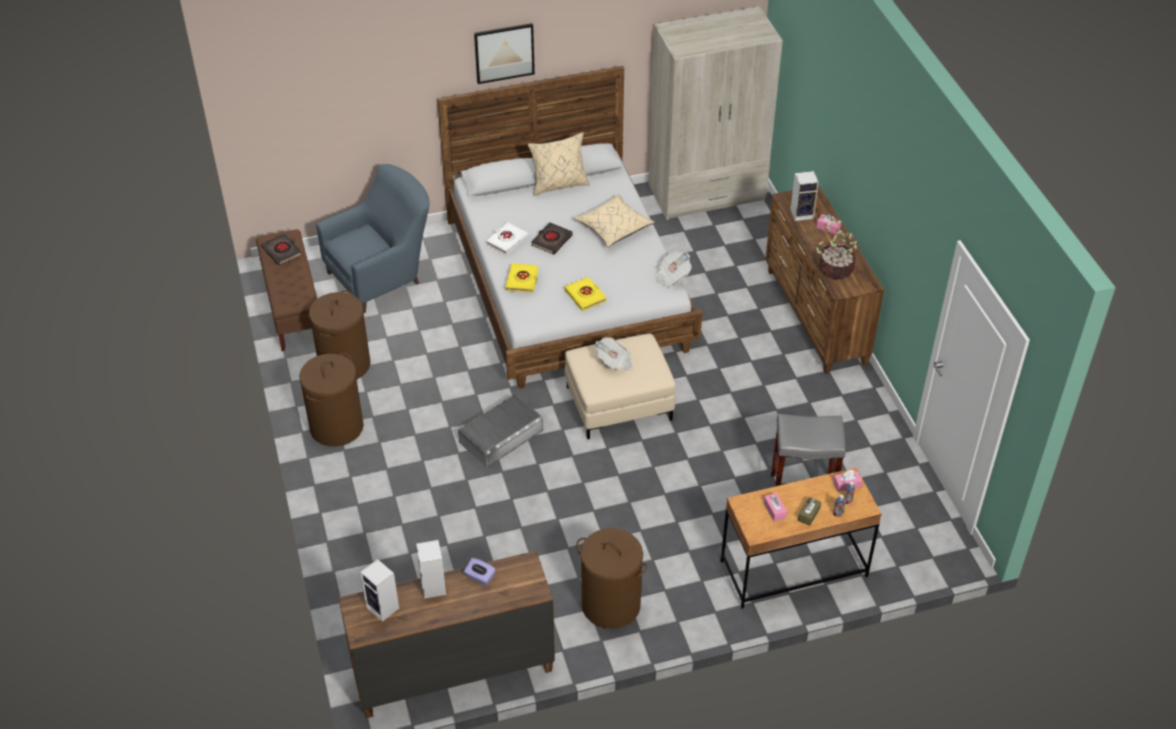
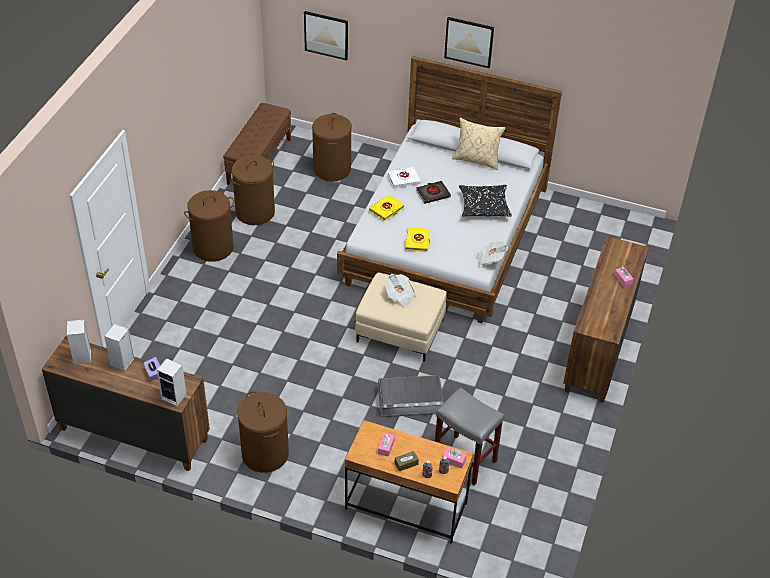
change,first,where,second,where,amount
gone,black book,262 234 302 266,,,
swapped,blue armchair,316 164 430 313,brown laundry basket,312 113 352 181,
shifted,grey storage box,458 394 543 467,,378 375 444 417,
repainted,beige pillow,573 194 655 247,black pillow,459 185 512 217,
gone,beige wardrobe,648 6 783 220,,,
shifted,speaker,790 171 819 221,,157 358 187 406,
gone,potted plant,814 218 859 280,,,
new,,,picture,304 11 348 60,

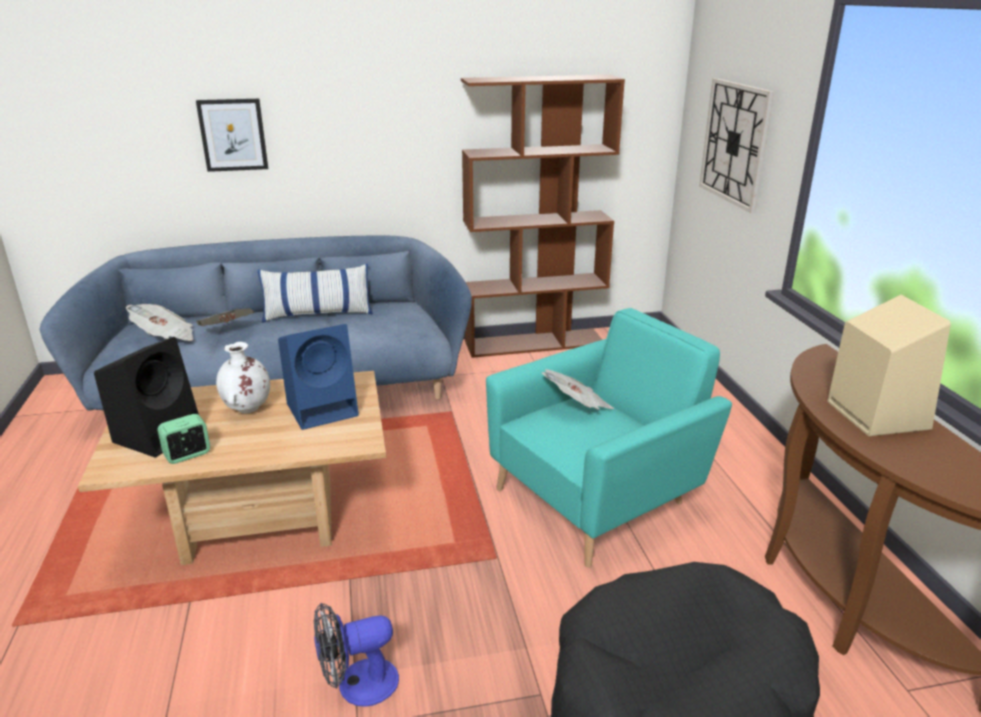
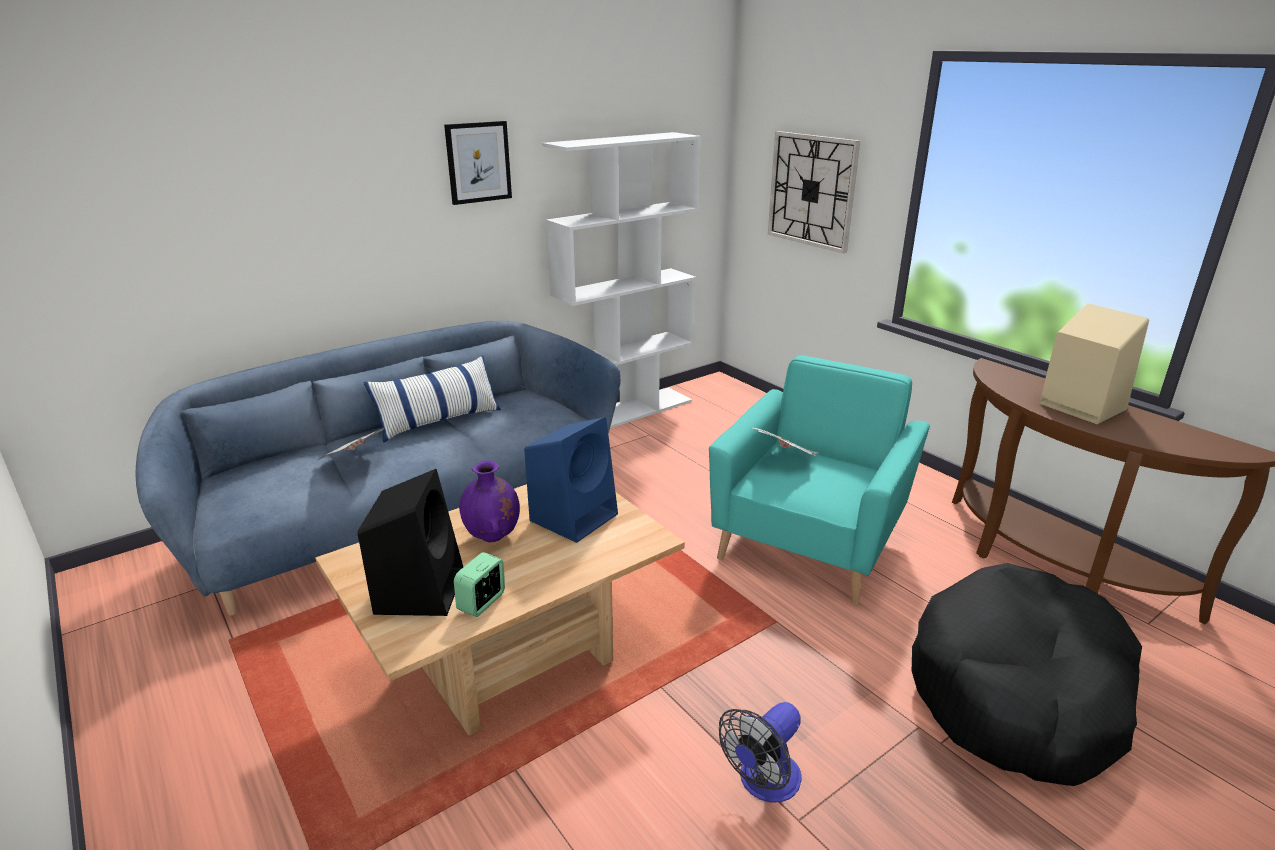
change,first,where,second,where,amount
gone,newspaper,126 304 194 341,,,
shifted,picture,196 99 268 172,,444 121 512 205,
repainted,white vase,216 342 270 413,purple vase,459 460 520 542,
repainted,brown bookcase,461 75 625 358,white bookcase,542 132 701 428,

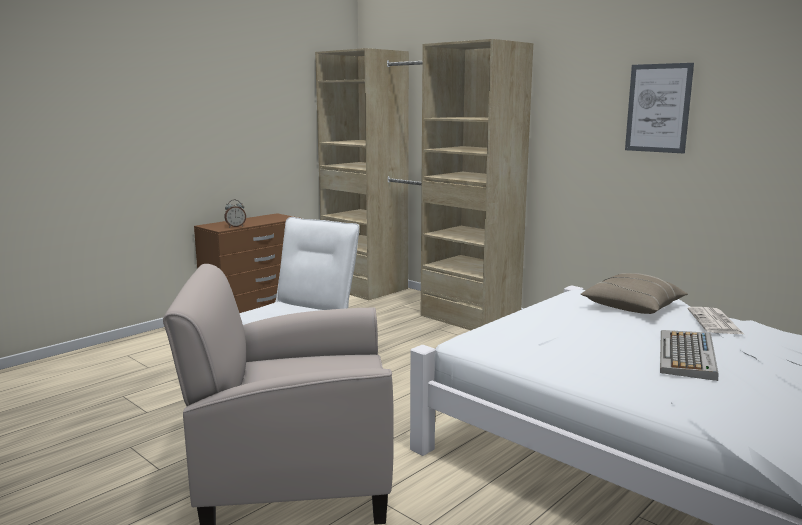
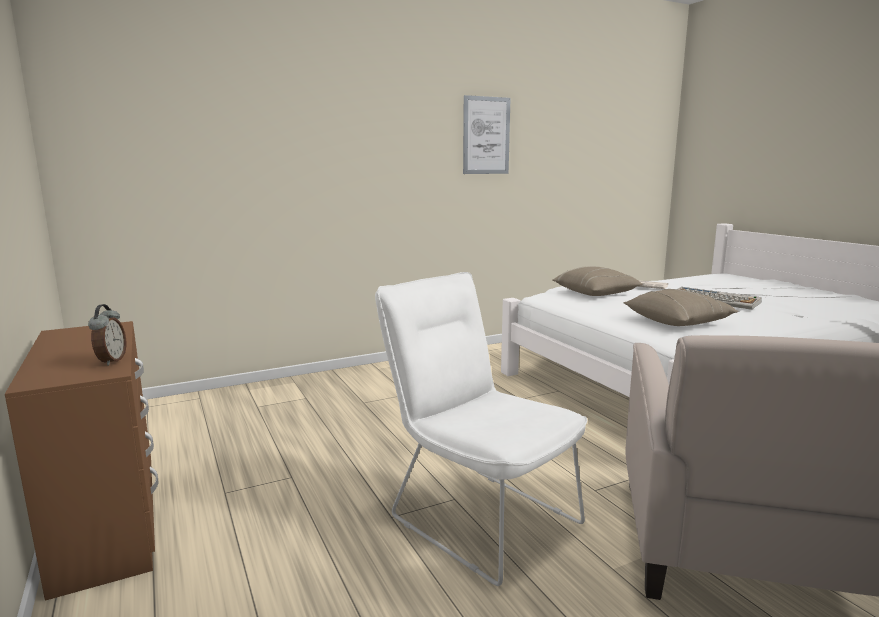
change,first,where,second,where,amount
gone,beige wardrobe,315 39 533 330,,,
new,,,beige pillow,624 289 739 326,

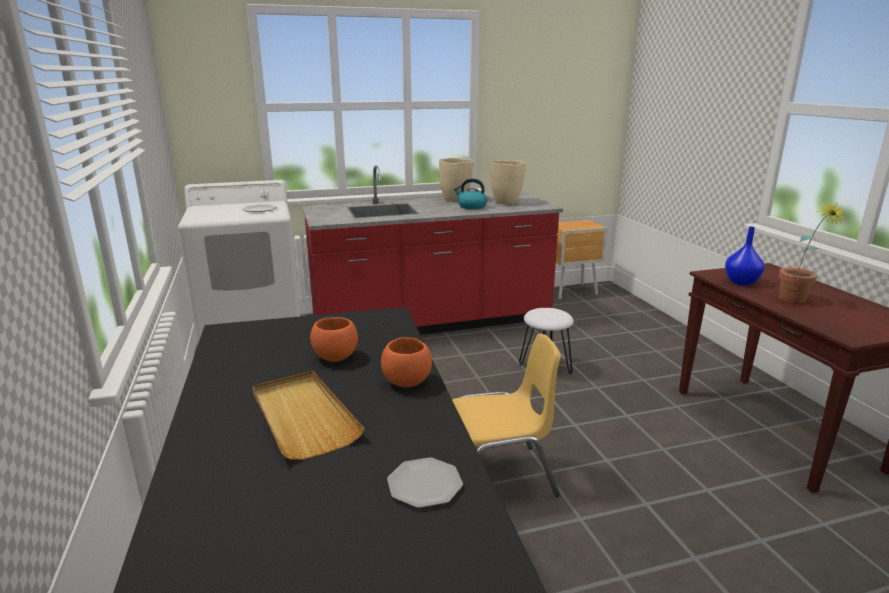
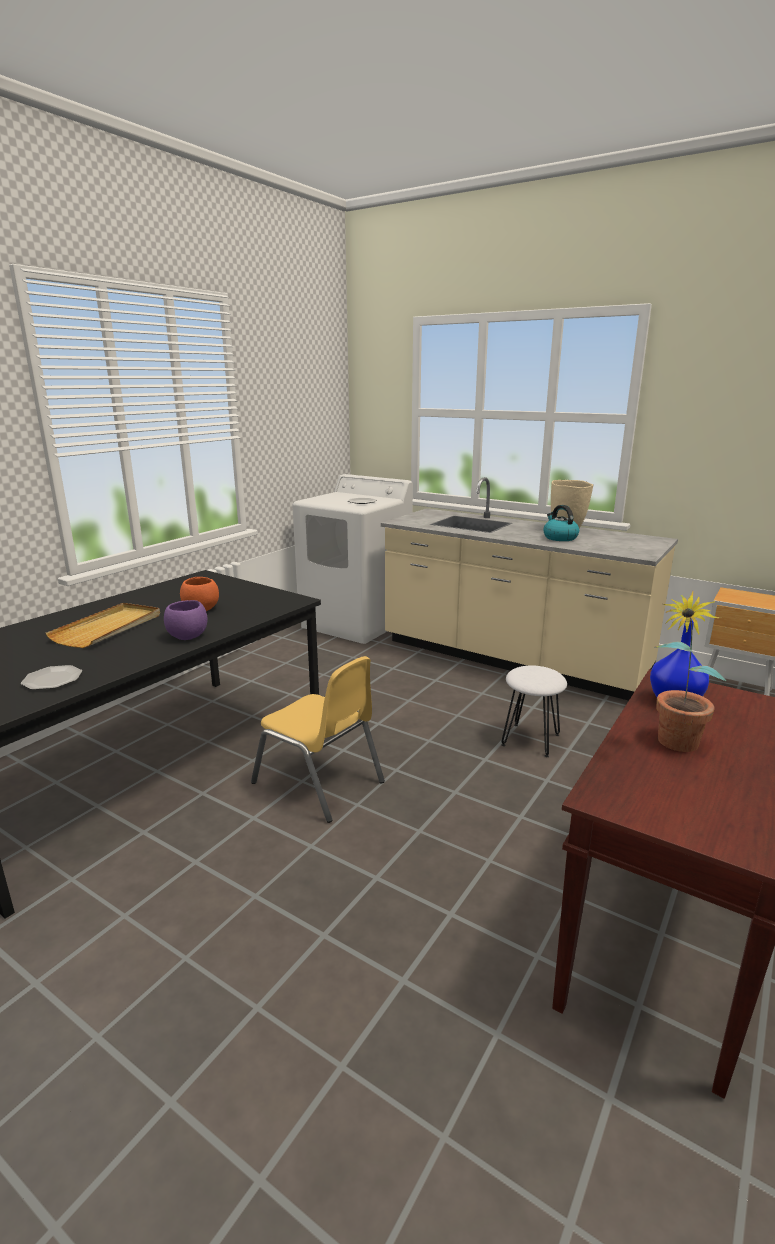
change,first,where,second,where,amount
repainted,red counter,302 165 563 335,beige counter,381 477 678 701,
repainted,orange bowl,381 337 432 387,purple bowl,164 600 208 640,
gone,beige vase,491 160 526 204,,,

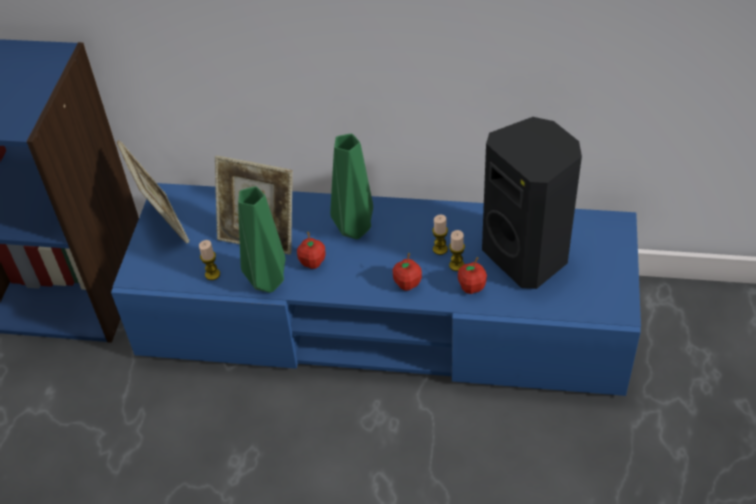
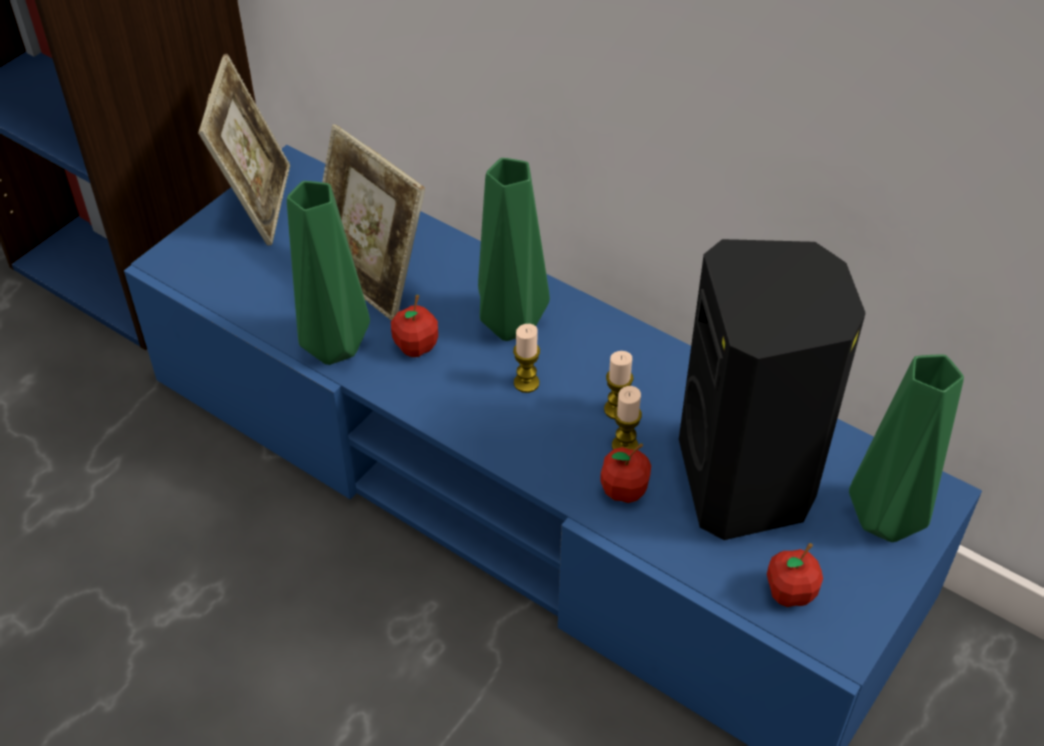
change,first,where,second,where,amount
shifted,candle,199 240 220 280,,513 324 540 393,
shifted,apple,392 253 422 291,,767 543 823 607,
new,,,green vase,849 354 964 542,

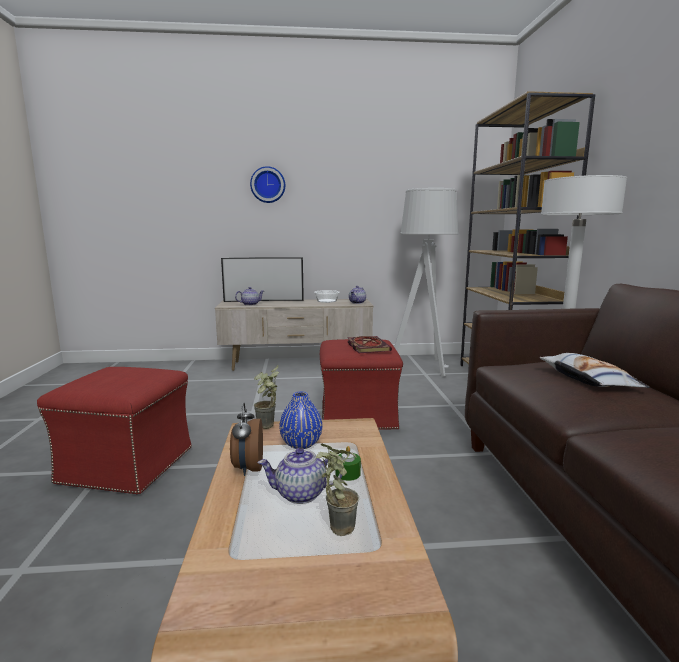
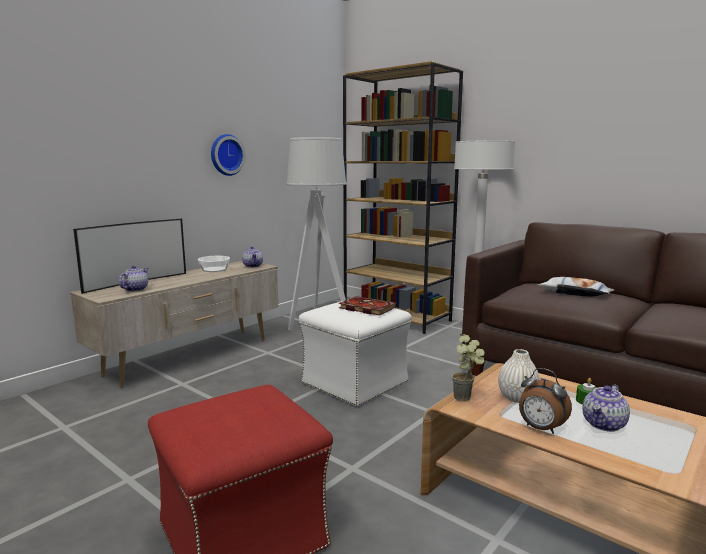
change,first,where,second,where,amount
shifted,wall clock,250 166 285 203,,211 134 246 176,
repainted,blue vase,279 391 323 449,white vase,498 349 540 403,
gone,potted plant,316 444 359 536,,,
repainted,red ottoman,320 339 403 430,white ottoman,299 301 412 407,

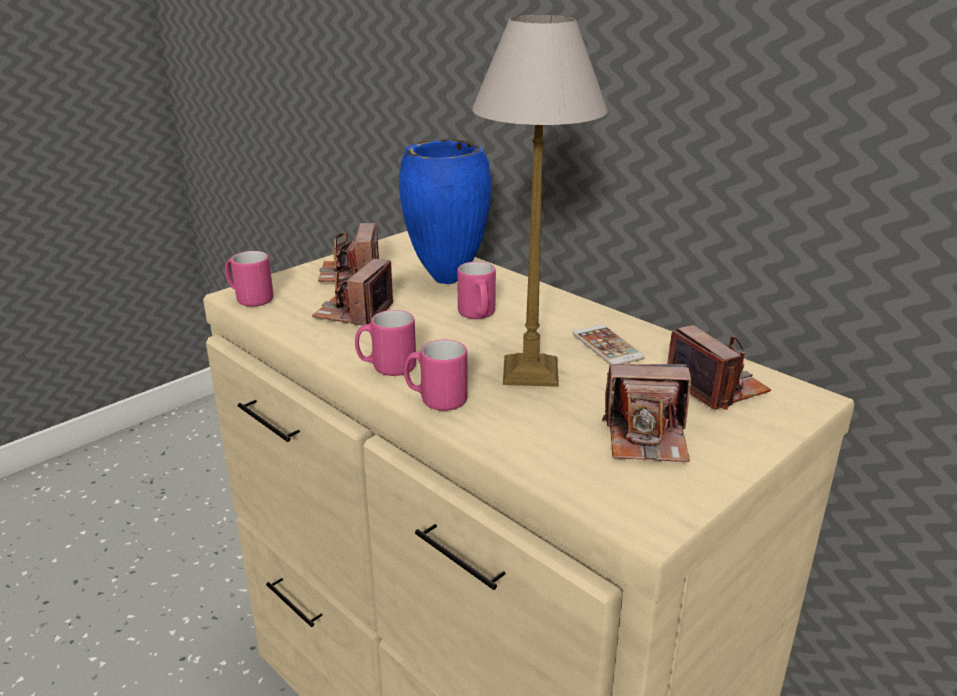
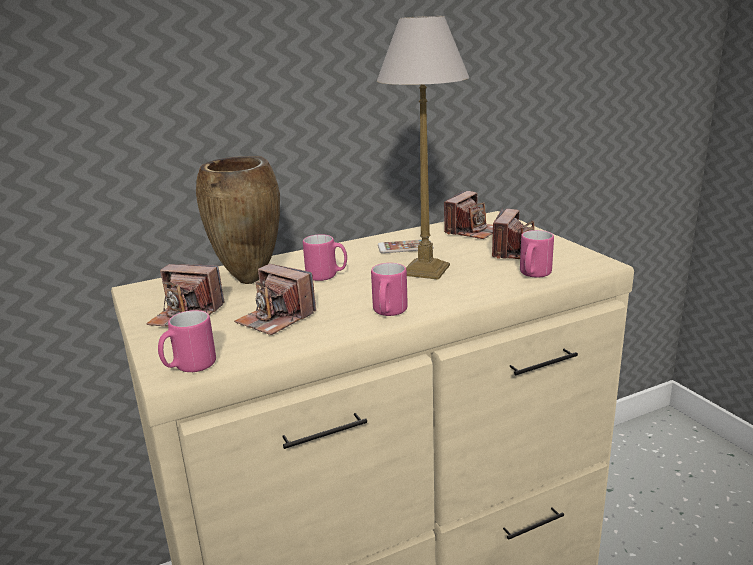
change,first,where,second,where,amount
repainted,blue vase,399 140 491 284,brown vase,196 156 280 284,
shifted,pink mug,404 340 468 411,,520 230 554 278,
rotated,photo camera,667 325 771 410,,444 191 493 239,135 degrees clockwise

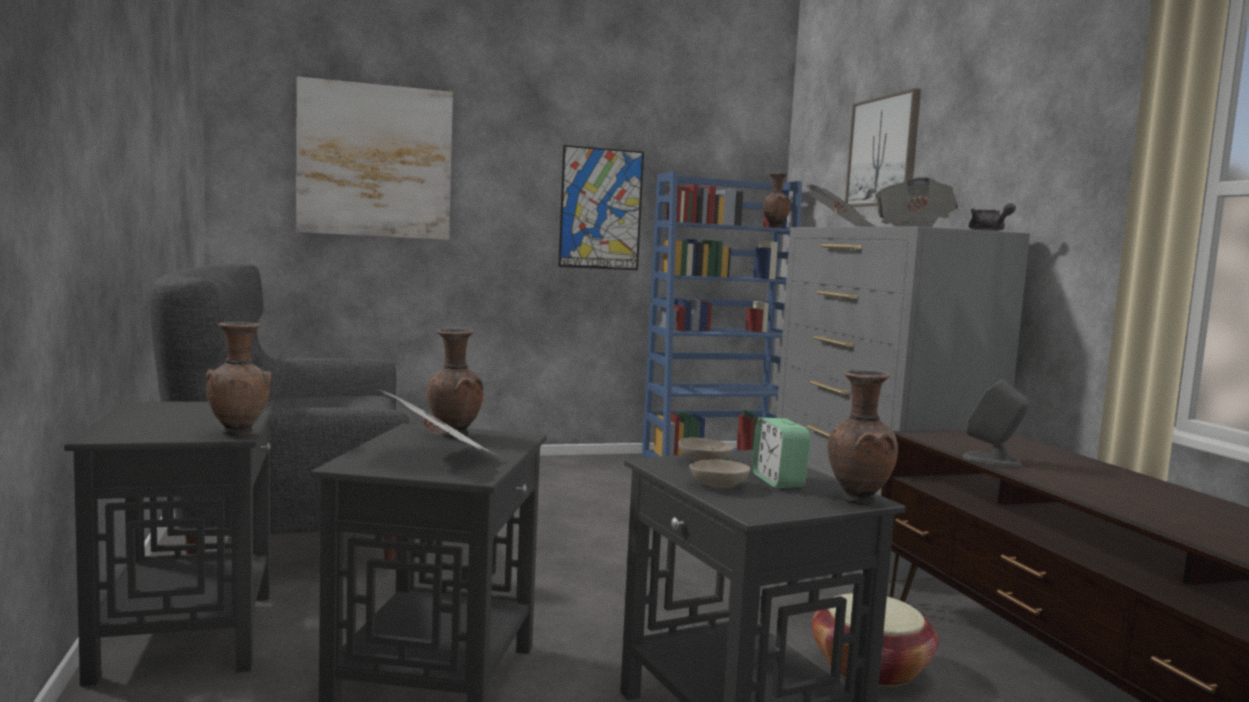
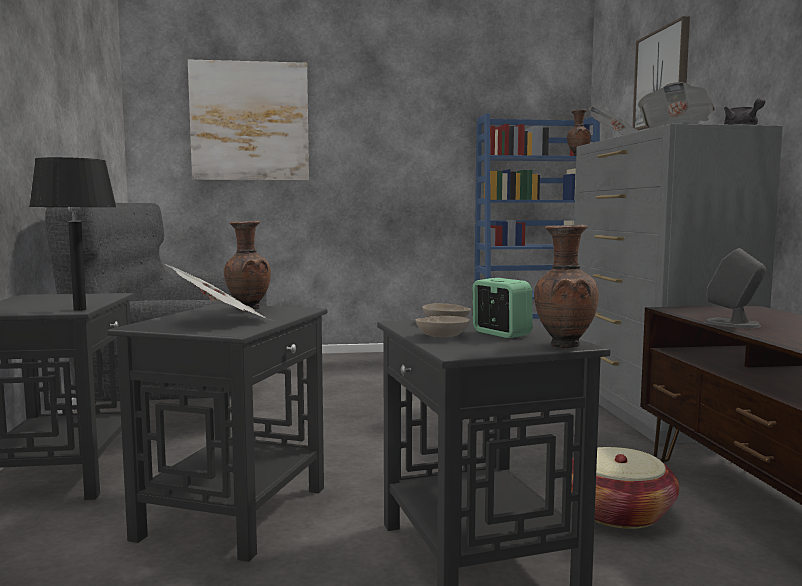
change,first,where,second,where,amount
swapped,brown vase,205 322 272 437,black table lamp,29 157 117 311,
gone,picture,558 145 644 270,,,
rotated,alarm clock,752 418 811 488,,472 278 532 338,150 degrees clockwise

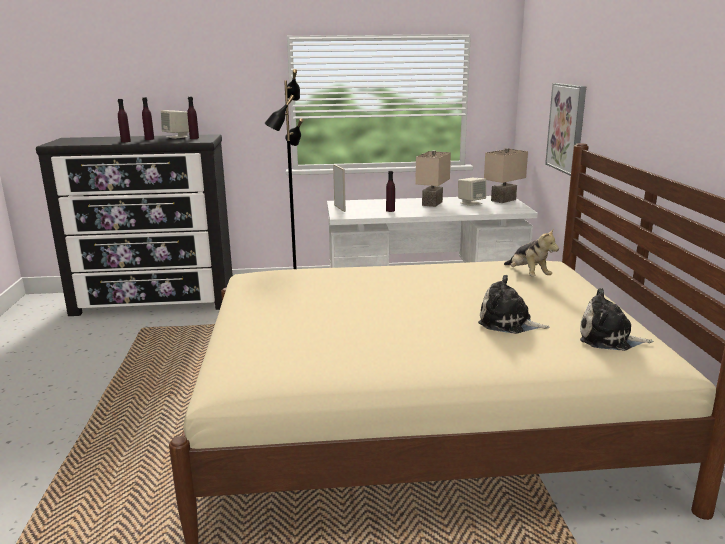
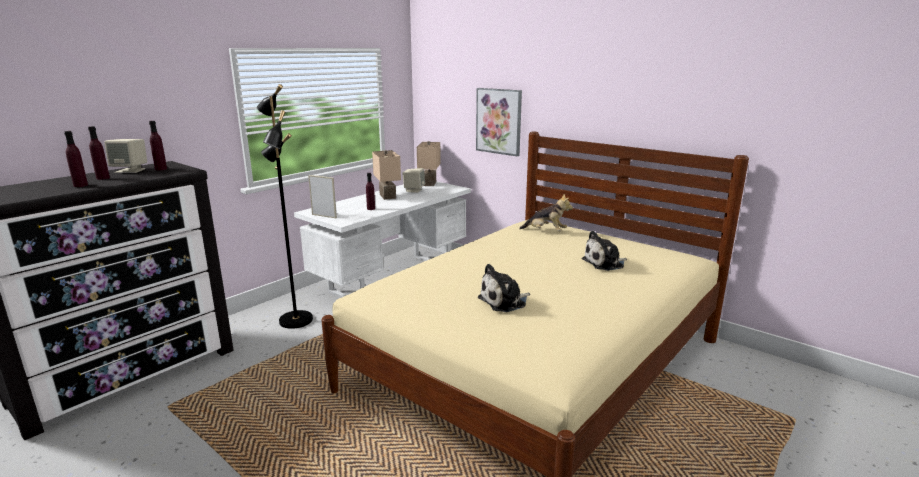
change,first,where,second,where,amount
shifted,plush toy,580 288 653 351,,478 264 530 312,

